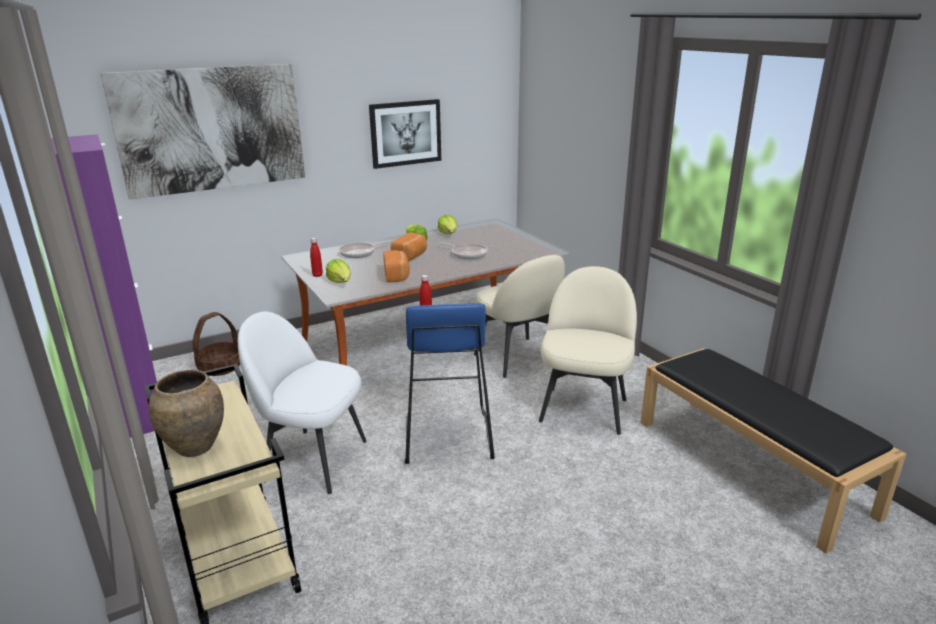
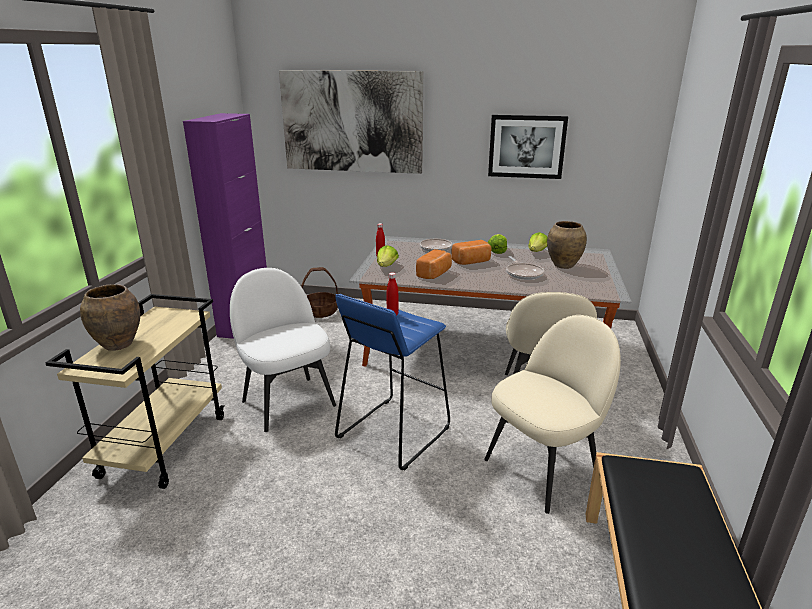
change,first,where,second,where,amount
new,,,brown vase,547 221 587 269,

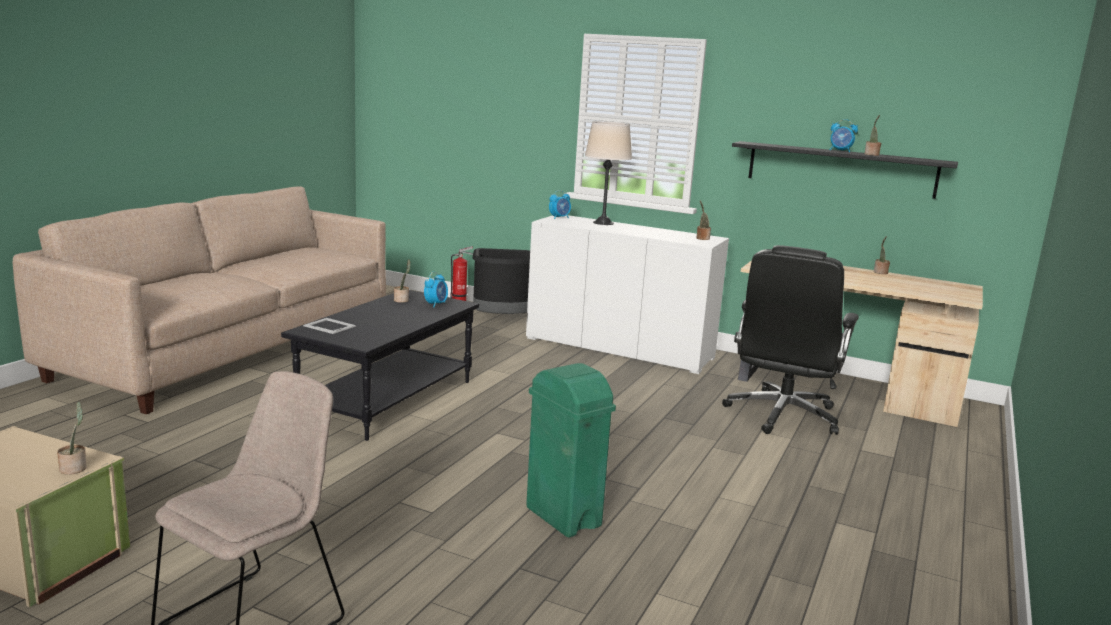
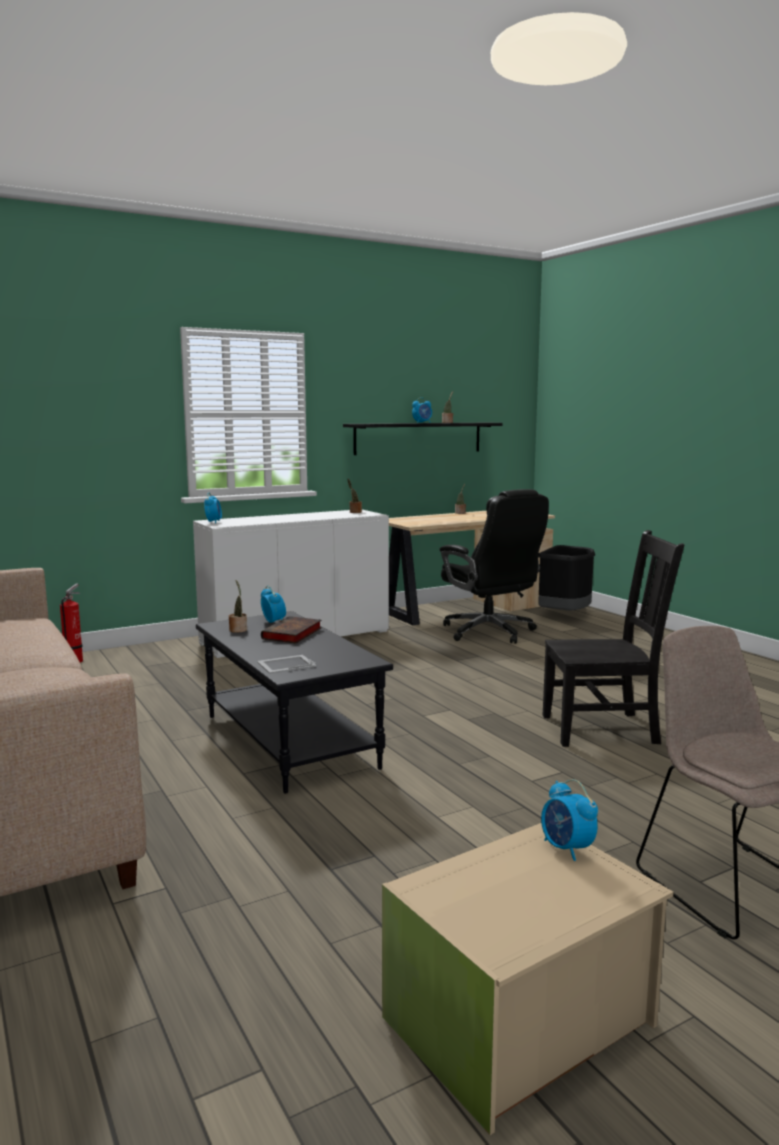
change,first,where,second,where,amount
swapped,potted plant,57 402 87 475,alarm clock,541 779 598 861,
shifted,black trash can,473 248 530 314,,538 545 595 611,
swapped,green trash can,526 363 616 538,black chair,543 530 684 747,
gone,beige table lamp,585 121 632 225,,,
new,,,book,261 616 322 644,

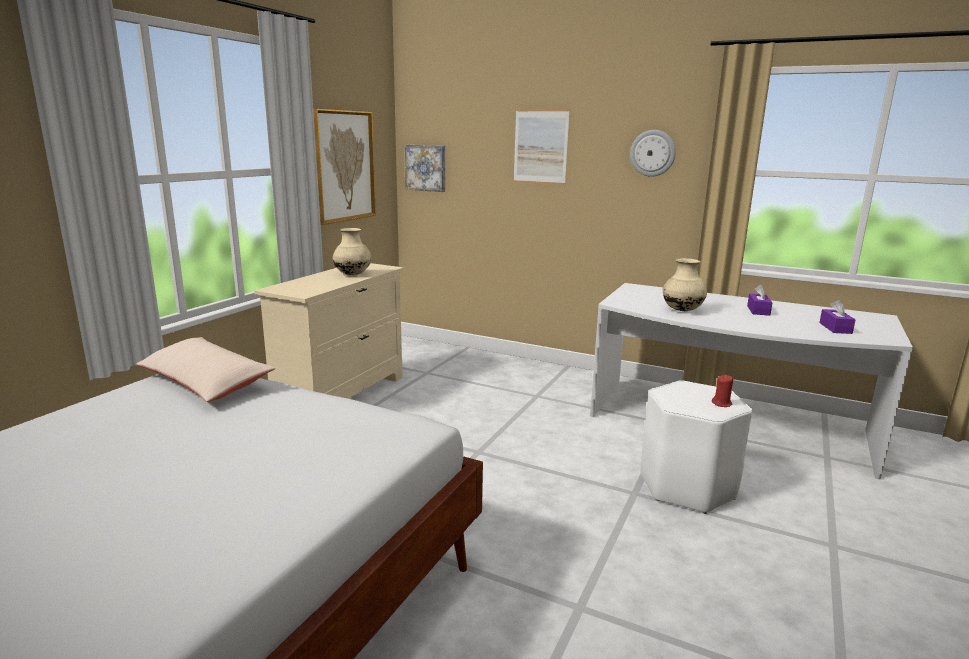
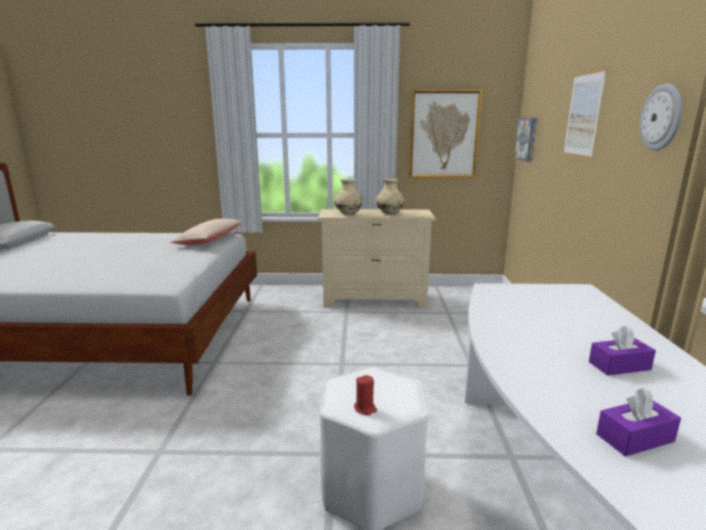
change,first,where,second,where,amount
shifted,beige vase,663 258 707 311,,334 179 363 215,

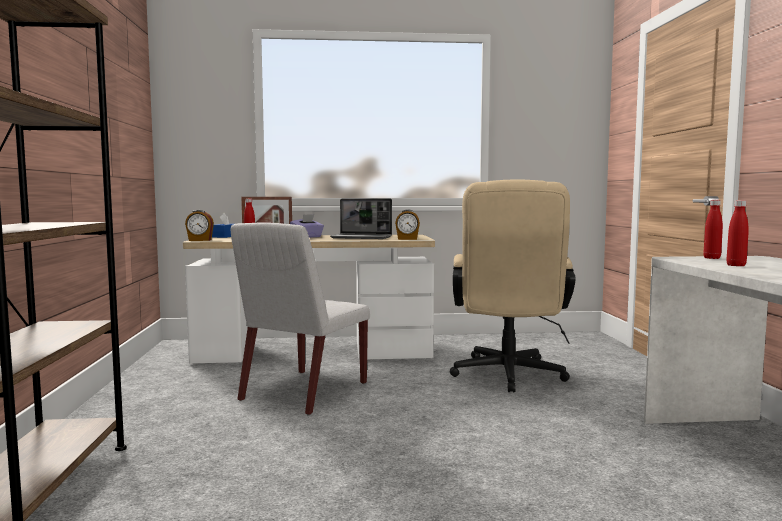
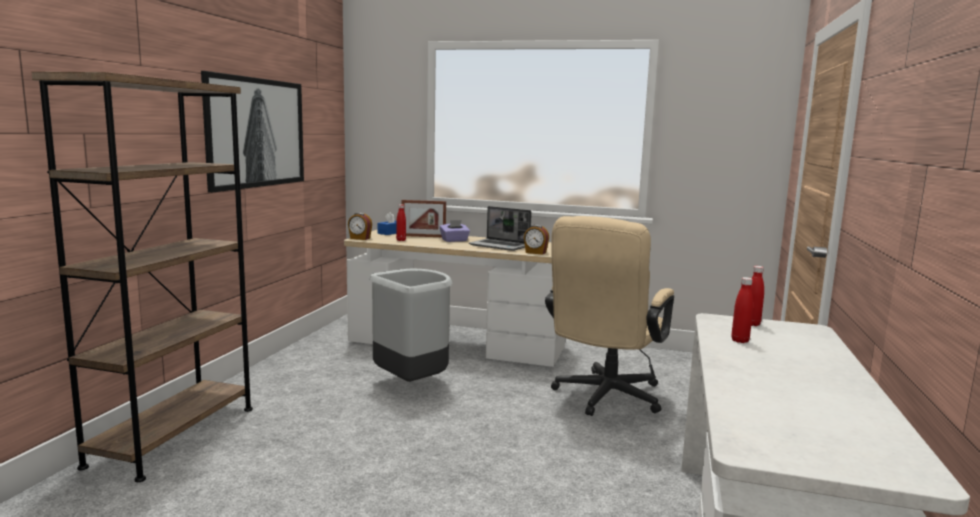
change,first,where,second,where,amount
swapped,white chair,231 222 370 415,grey trash can,370 269 452 382,
new,,,picture,201 71 304 193,

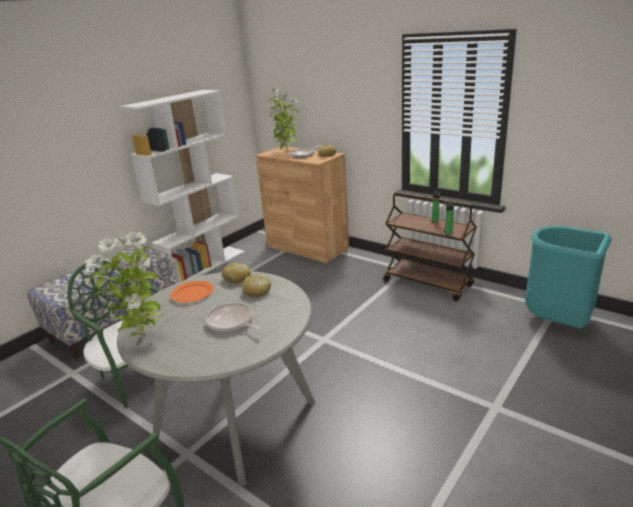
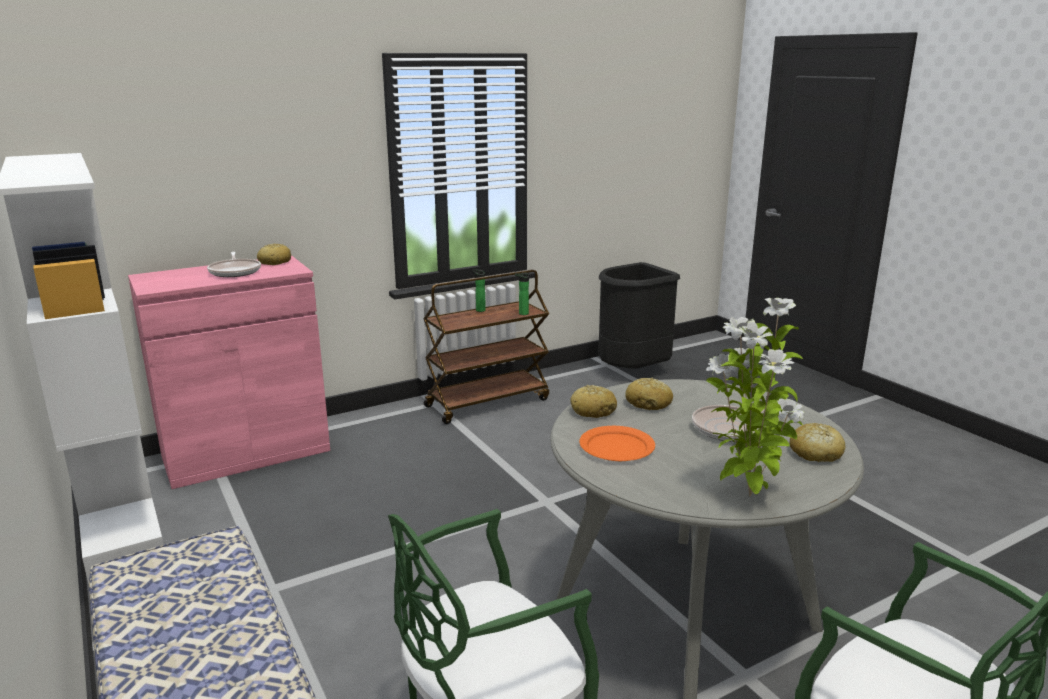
change,first,where,second,where,amount
repainted,brown cabinet,256 146 349 263,pink cabinet,128 255 330 489,
gone,potted plant,268 88 299 149,,,
repainted,turquoise trash can,525 226 612 329,black trash can,598 262 680 369,
new,,,bread,790 423 845 462,

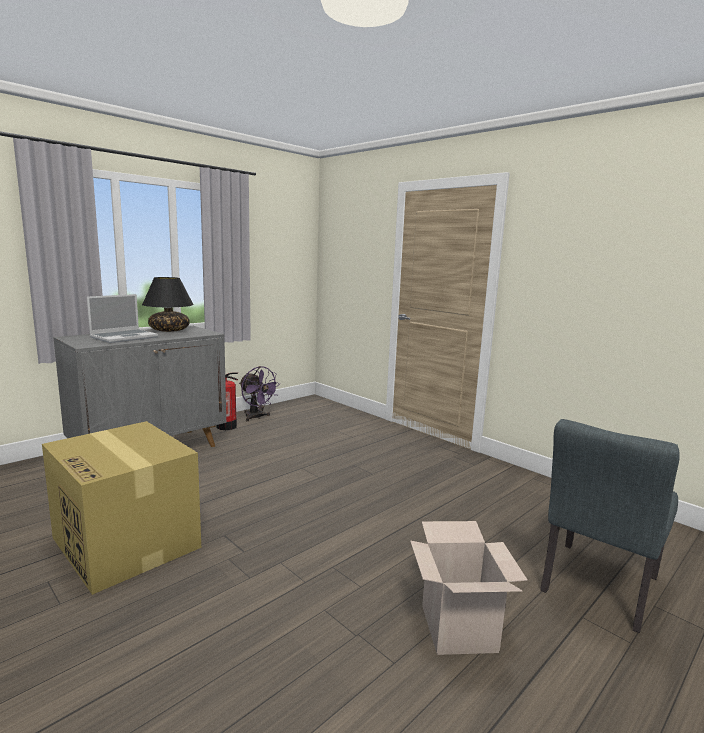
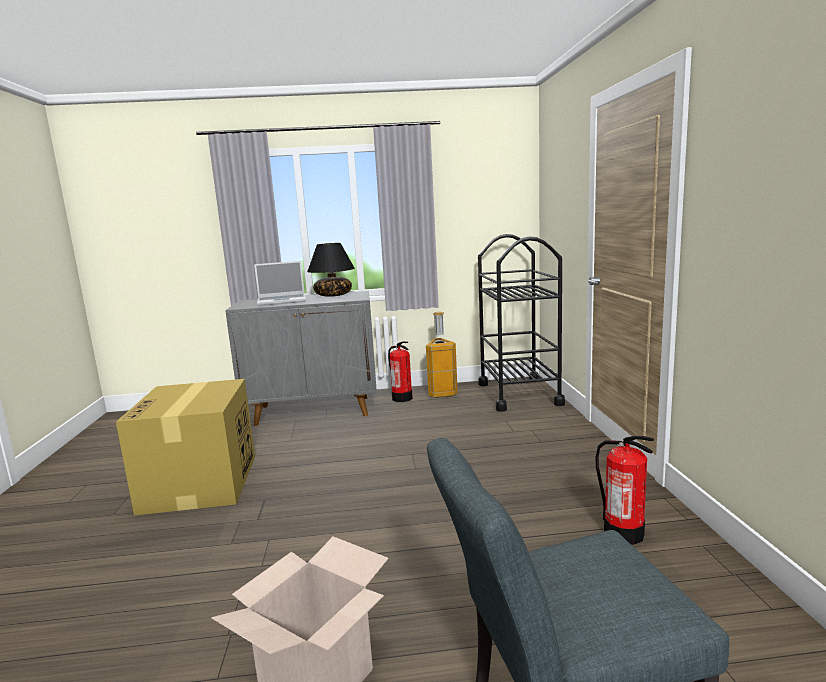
change,first,where,second,where,amount
swapped,purple fan,239 366 280 421,trash can,426 312 458 398,
new,,,black cart,478 234 565 412,
new,,,fire extinguisher,596 436 654 545,

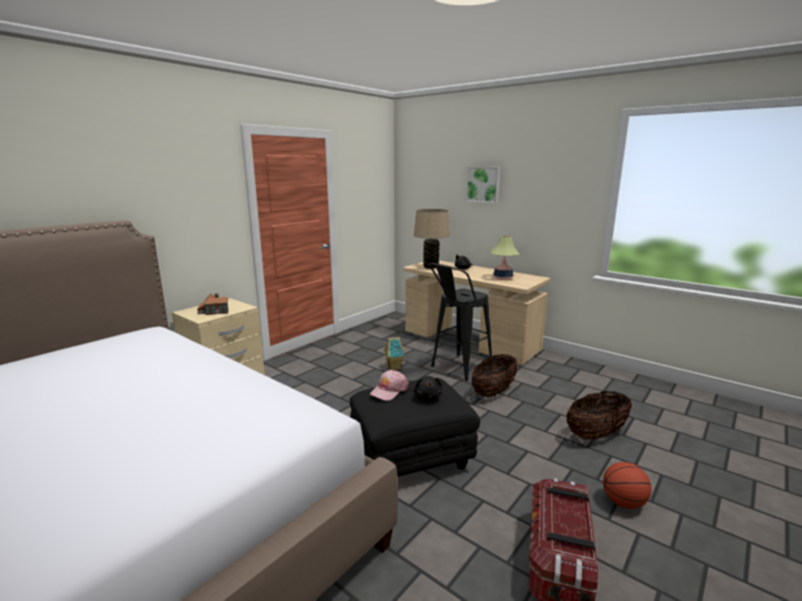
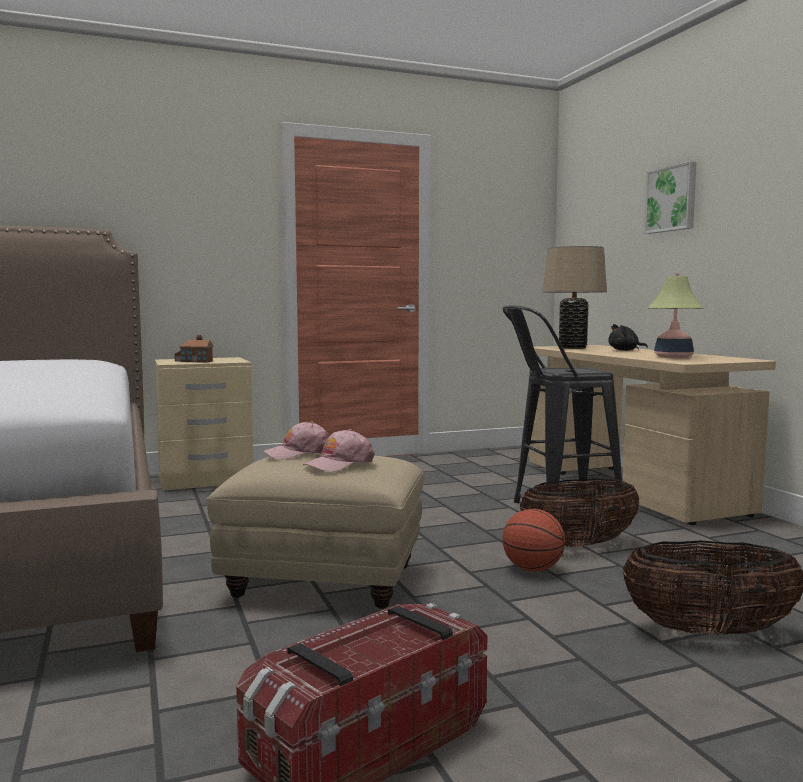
change,first,where,second,where,amount
repainted,black ottoman,350 378 480 477,beige ottoman,207 453 424 609,
gone,toy house,384 337 405 370,,,
swapped,black plush toy,414 376 442 400,pink cap,303 429 375 472,
shifted,basketball,603 462 651 509,,502 509 565 572,

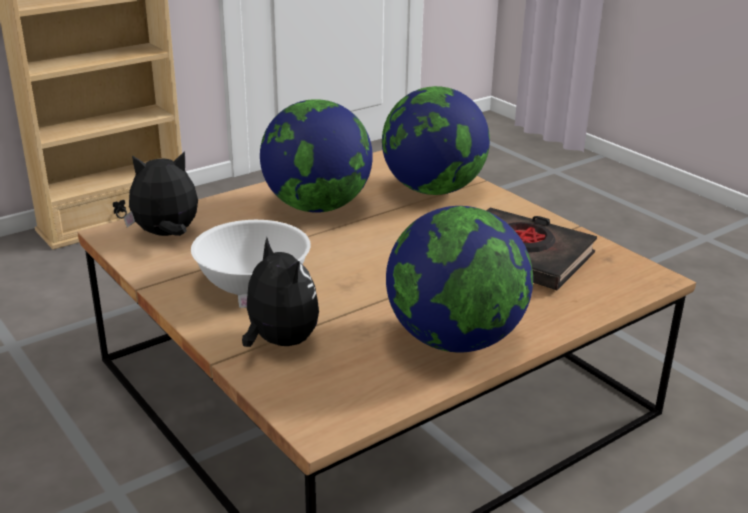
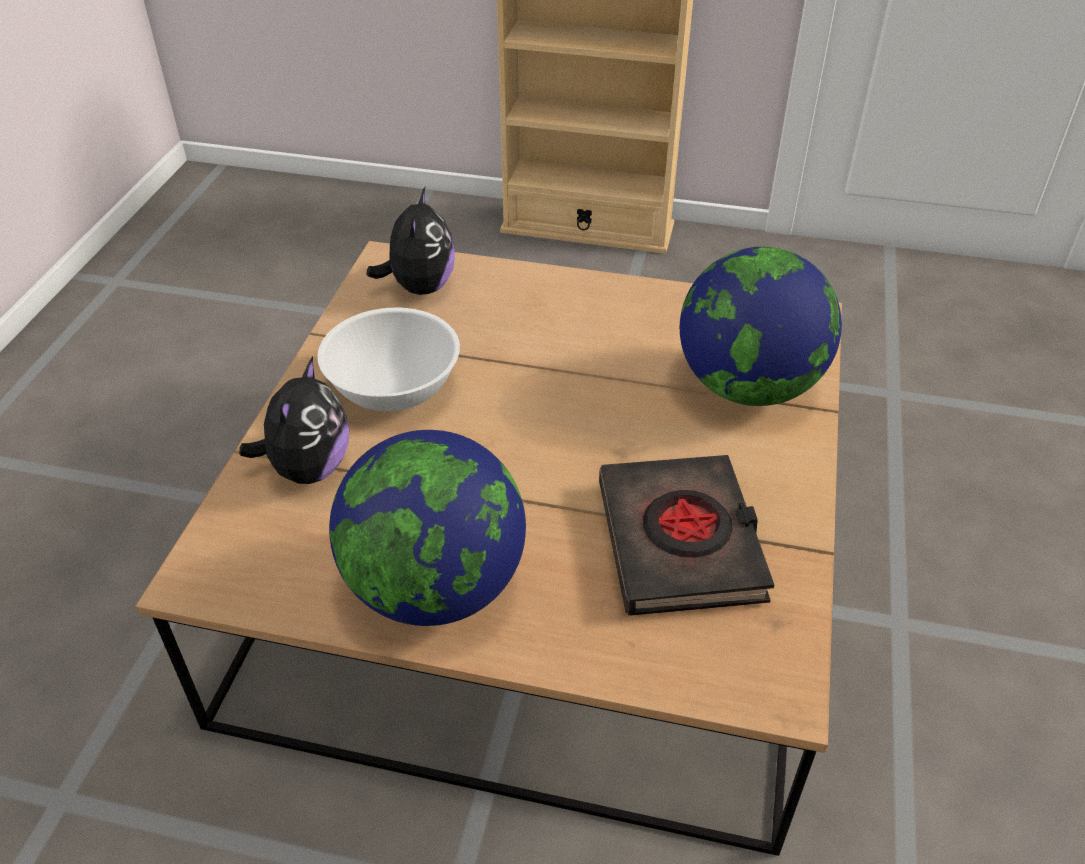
change,first,where,second,where,amount
rotated,plush toy,123 151 198 236,,366 187 455 295,60 degrees clockwise
gone,globe,260 99 373 213,,,

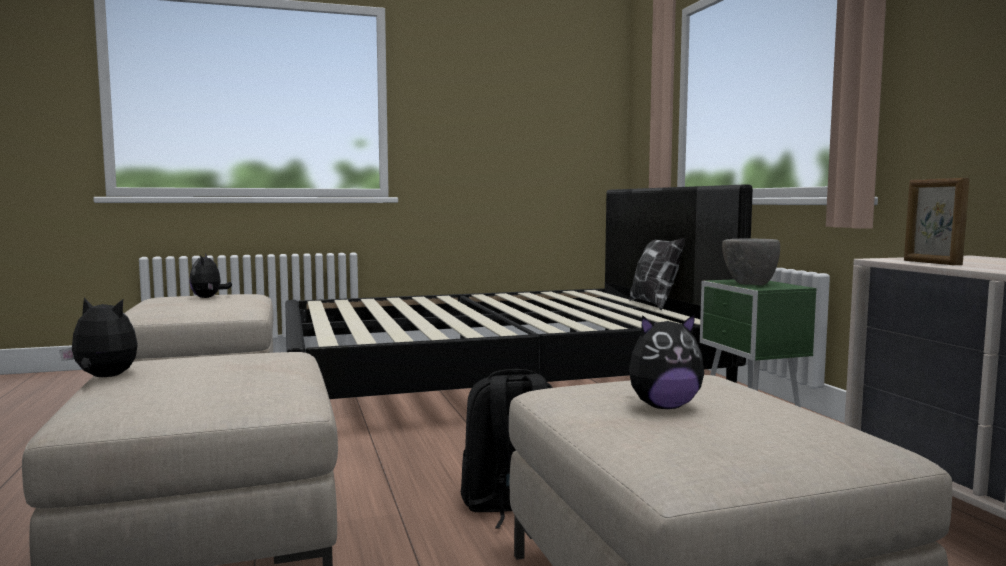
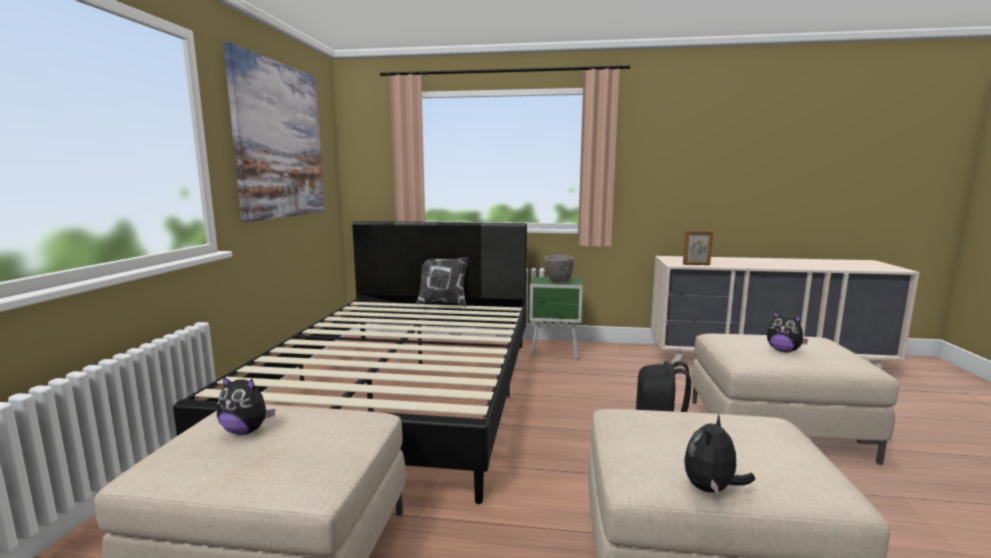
change,first,where,second,where,amount
rotated,plush toy,628 314 704 409,,767 310 809 352,120 degrees clockwise
new,,,picture,223 42 325 222,

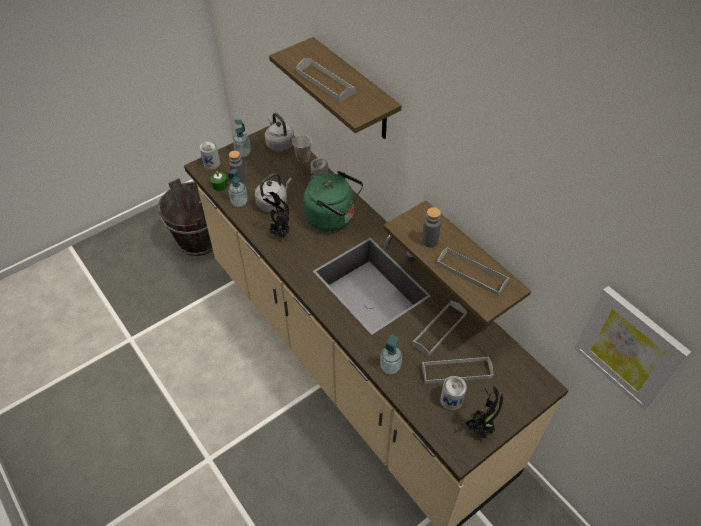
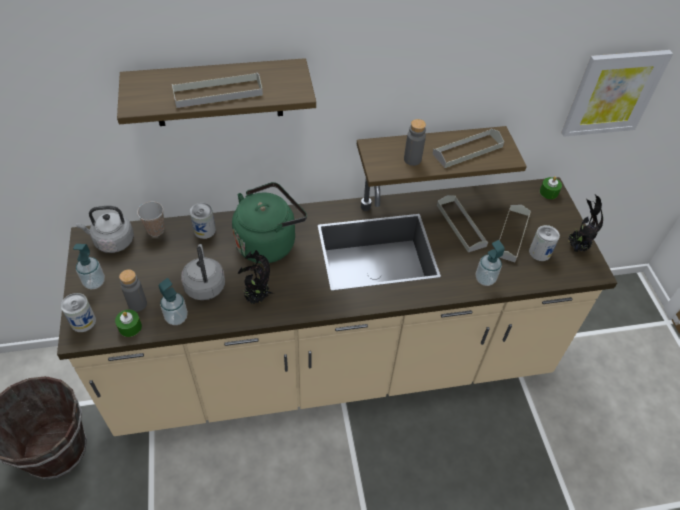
change,first,where,second,where,amount
new,,,green candle,540 176 562 199,

